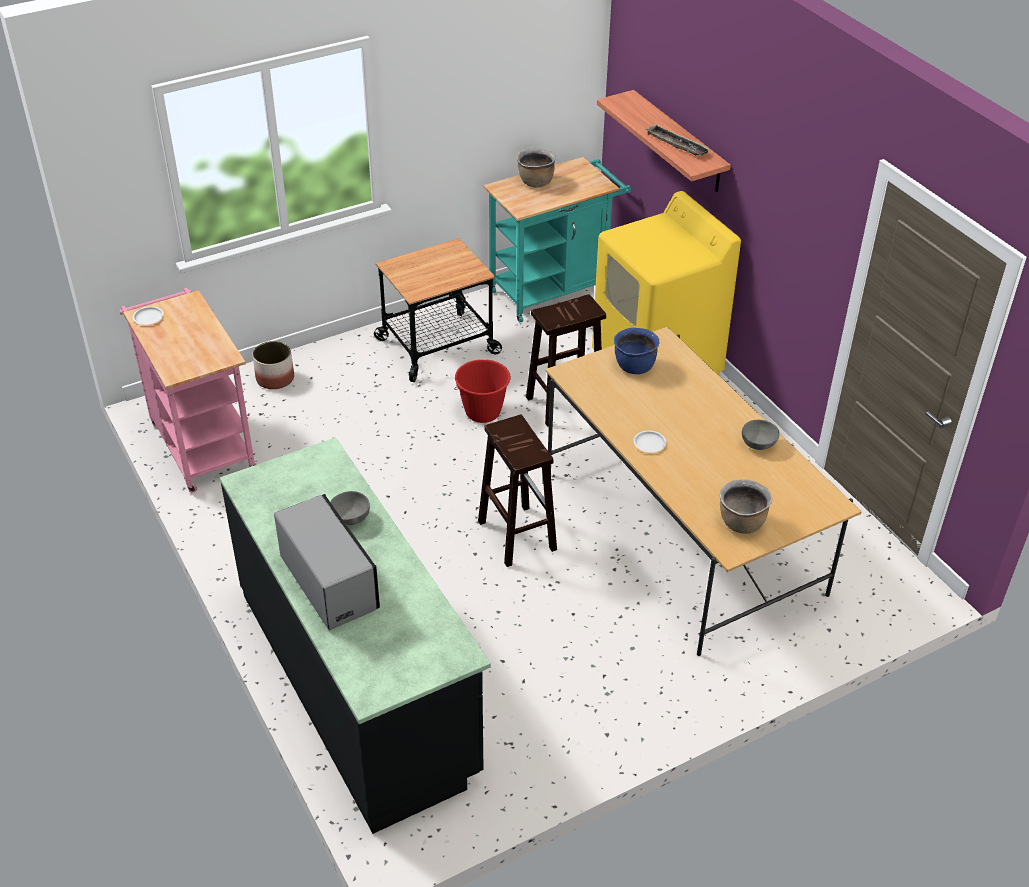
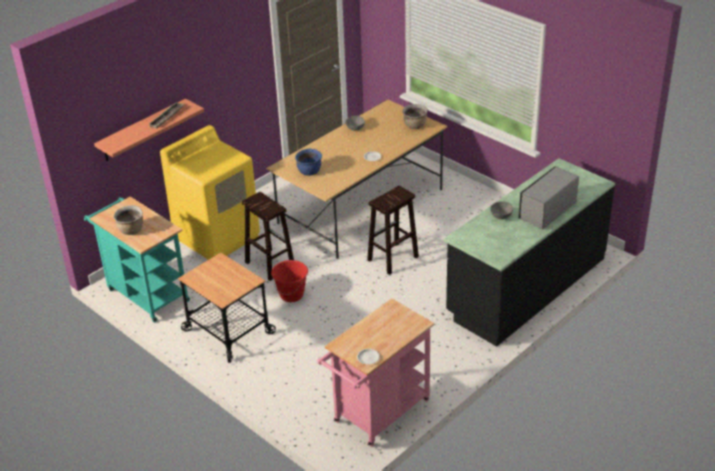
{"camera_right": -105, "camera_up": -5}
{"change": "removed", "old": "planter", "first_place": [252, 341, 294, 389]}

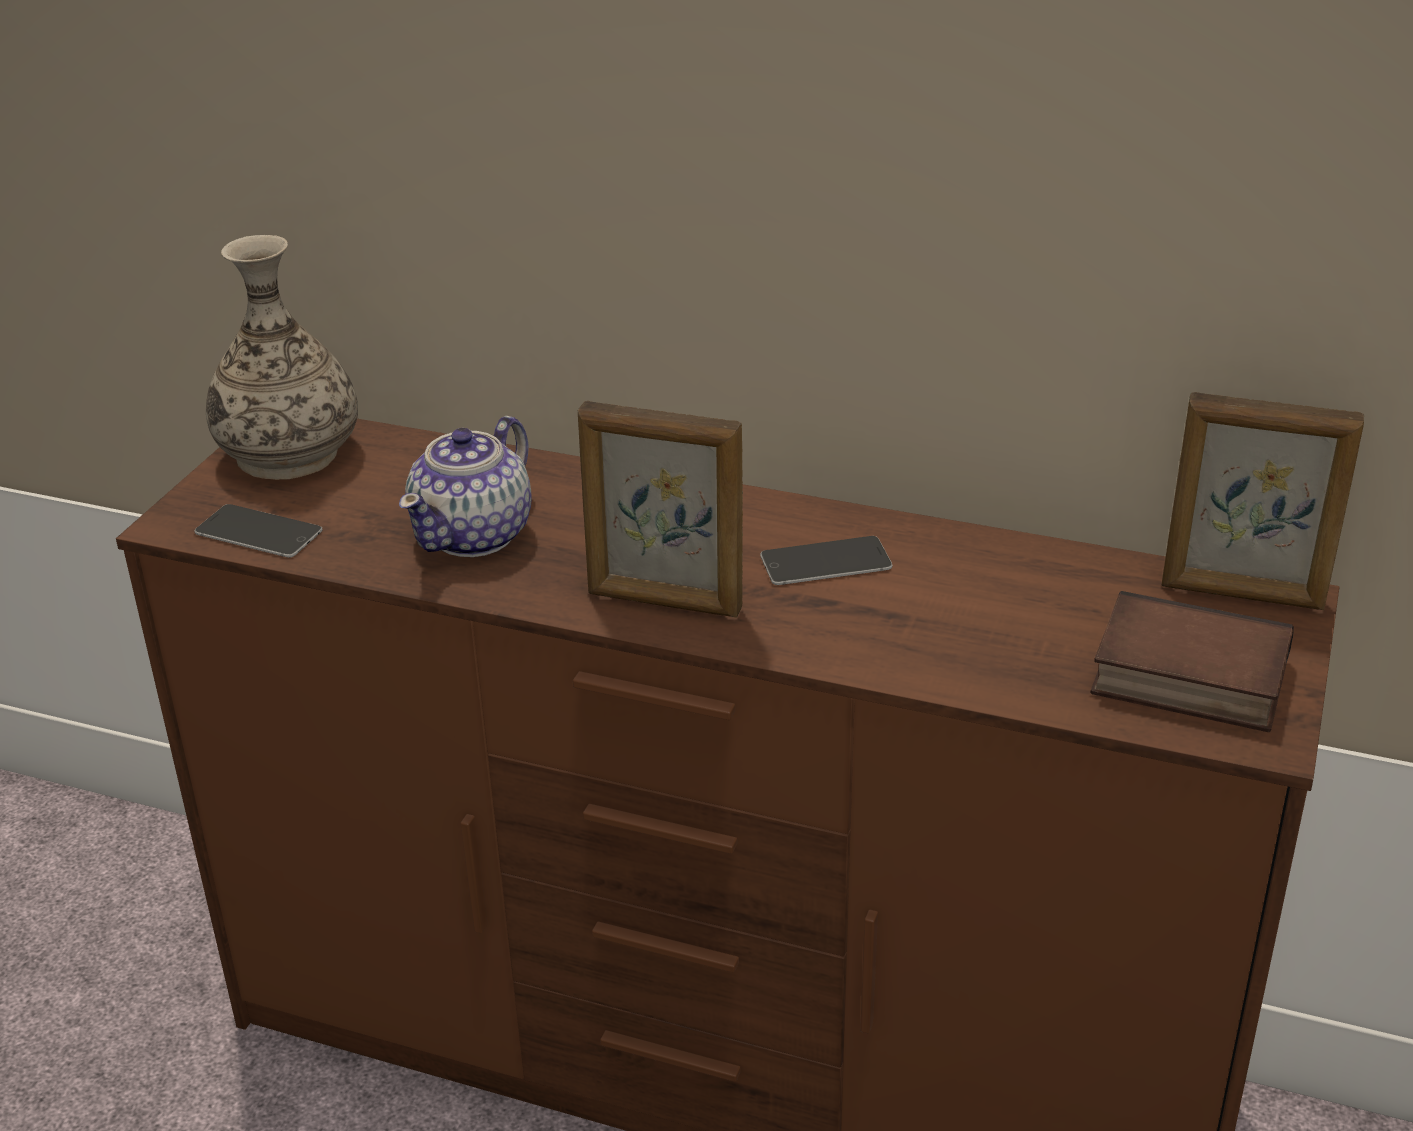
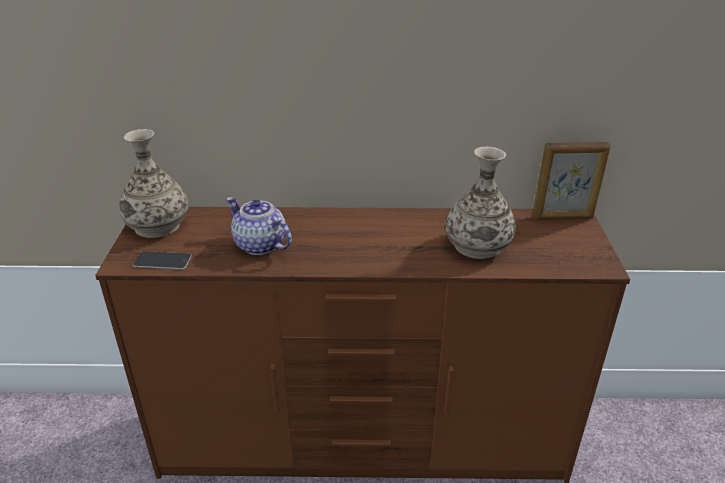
{"camera_right": -20, "camera_up": 0}
{"change": "removed", "old": "picture frame", "first_place": [578, 401, 743, 618]}
{"change": "turned", "old": "teapot", "first_place": [399, 415, 532, 557], "second_place": [226, 197, 292, 255], "degrees": 120}
{"change": "removed", "old": "phone", "first_place": [760, 536, 893, 585]}
{"change": "removed", "old": "book", "first_place": [1090, 591, 1294, 732]}
{"change": "added", "new": "vase", "second_place": [445, 147, 516, 259]}

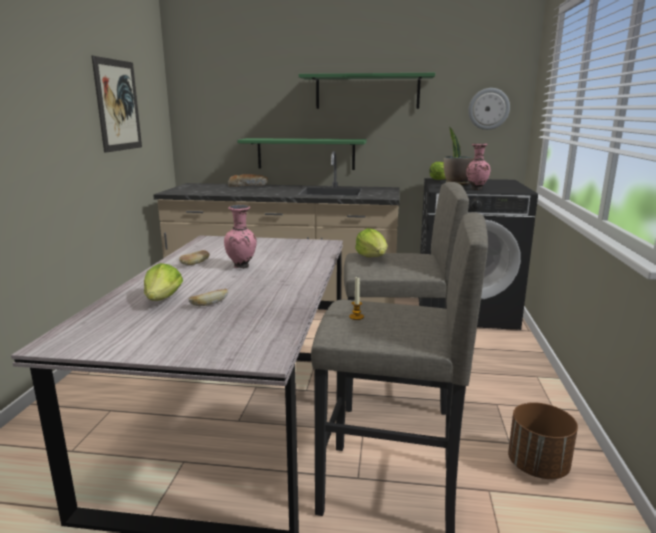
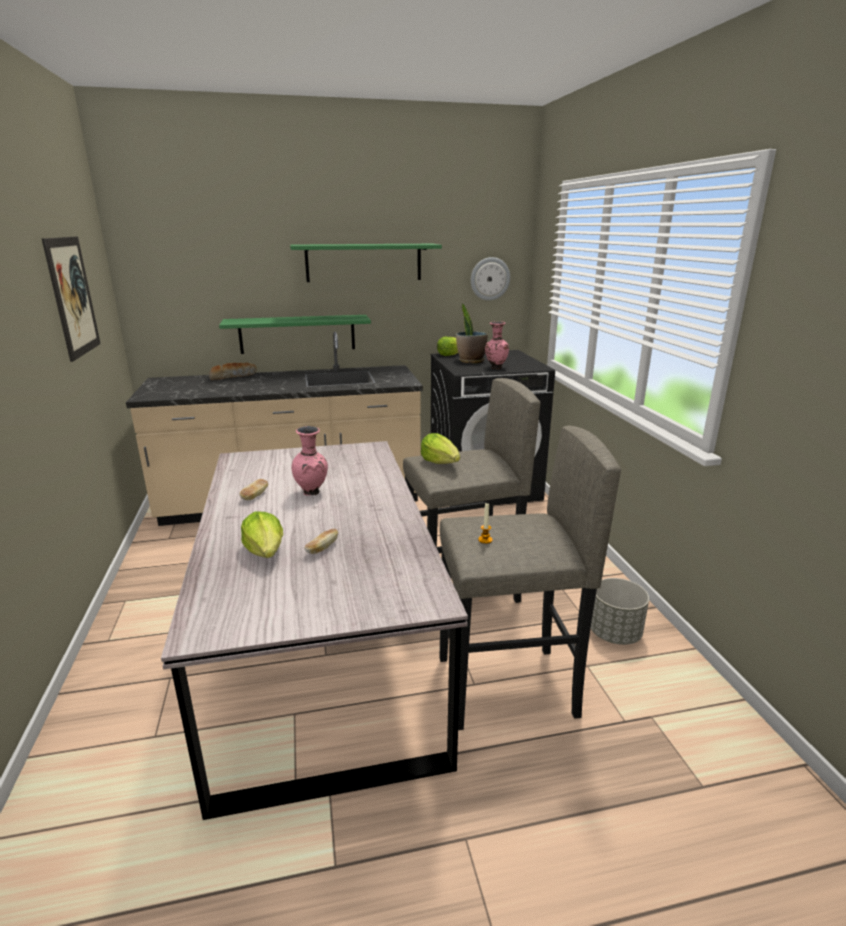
{"camera_right": -20, "camera_up": 5}
{"change": "recoloured", "old": "planter (brown)", "new": "planter (grey)", "first_place": [508, 402, 578, 479], "second_place": [591, 578, 649, 645]}

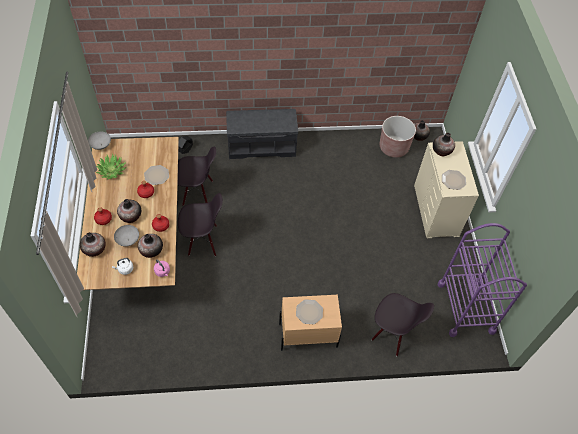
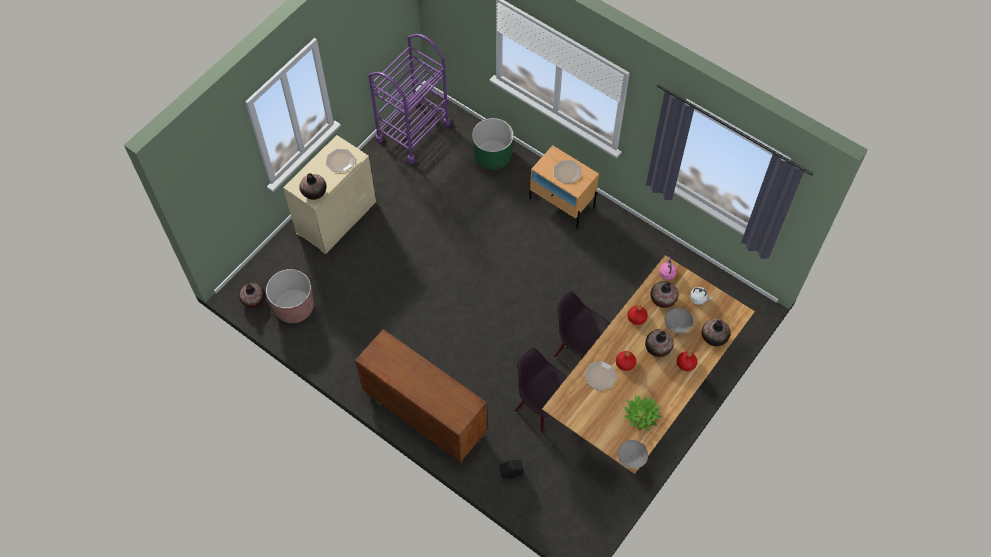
{"camera_right": -135, "camera_up": 5}
{"change": "replaced", "old": "bench (grey)", "new": "cabinet (brown)", "first_place": [226, 109, 298, 159], "second_place": [355, 329, 487, 464]}
{"change": "replaced", "old": "chair (black)", "new": "planter (green)", "first_place": [372, 293, 434, 356], "second_place": [472, 118, 514, 170]}

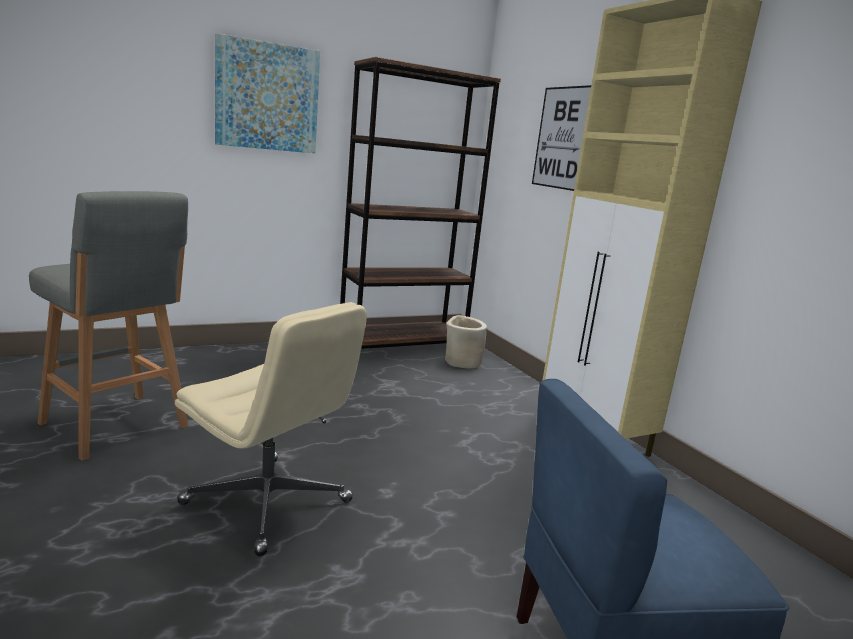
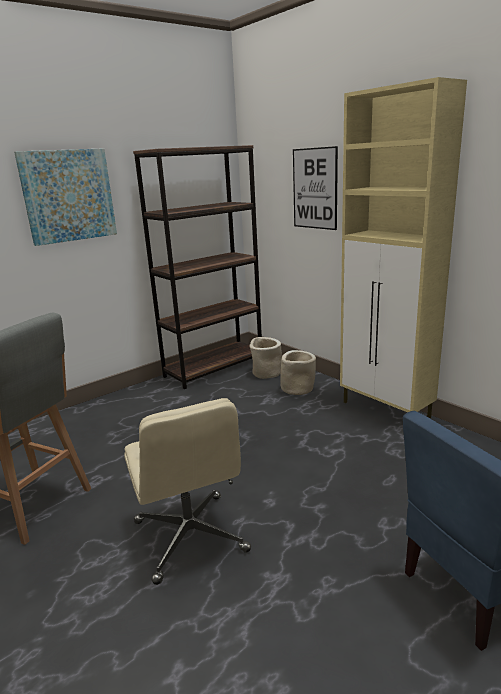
{"camera_right": -10, "camera_up": 5}
{"change": "turned", "old": "office chair (beige)", "first_place": [175, 302, 367, 556], "second_place": [124, 398, 251, 585], "degrees": 45}
{"change": "added", "new": "planter (beige)", "second_place": [280, 350, 316, 395]}

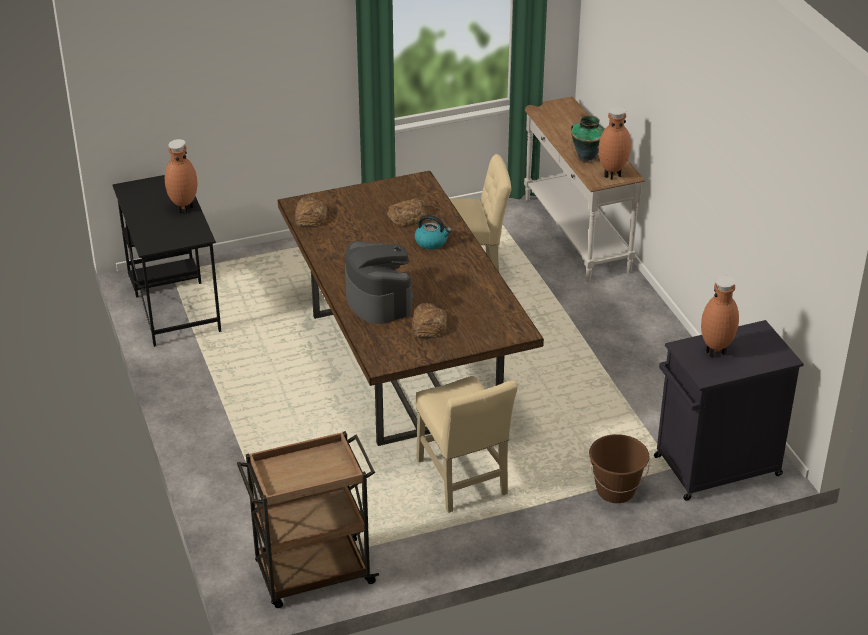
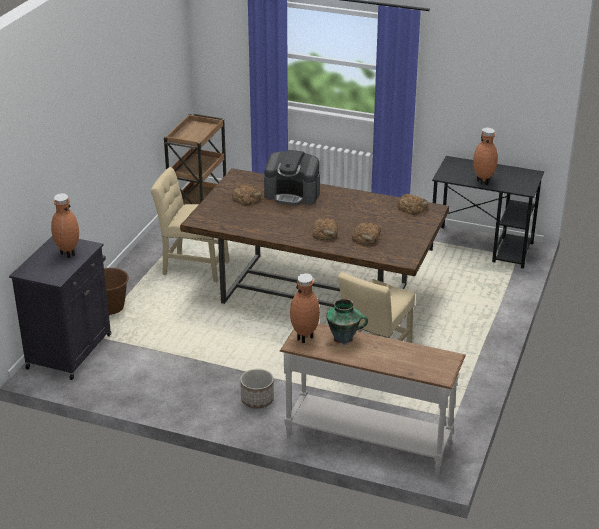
{"camera_right": 130, "camera_up": -5}
{"change": "replaced", "old": "kettle", "new": "bread", "first_place": [415, 215, 452, 249], "second_place": [313, 217, 338, 240]}
{"change": "added", "new": "planter", "second_place": [240, 369, 274, 408]}

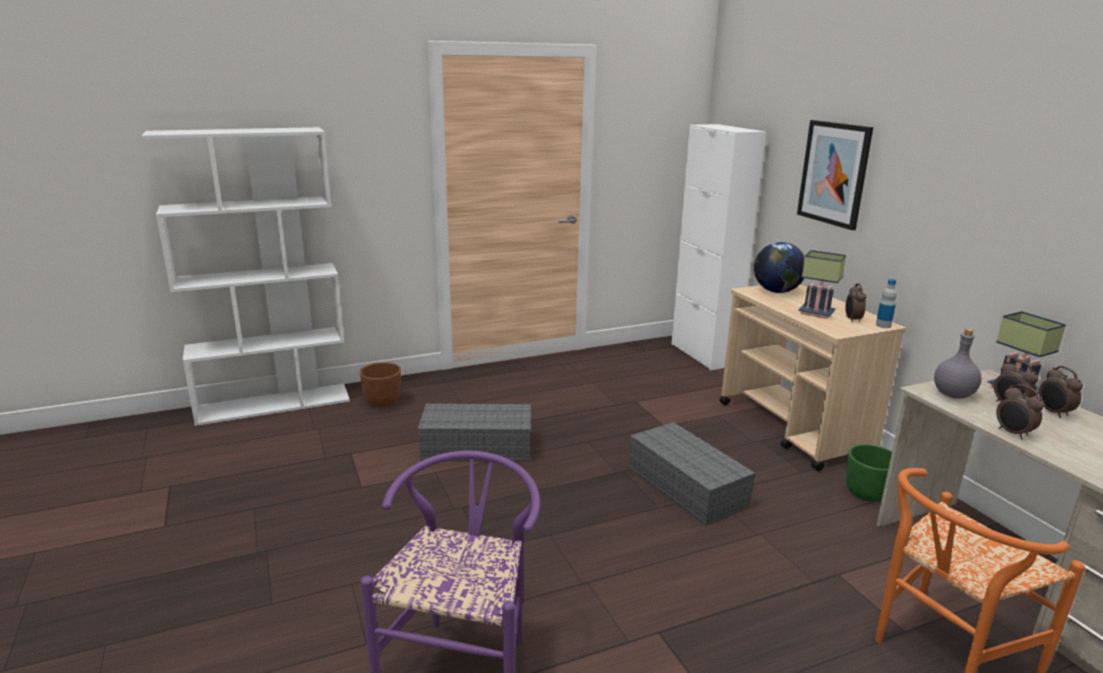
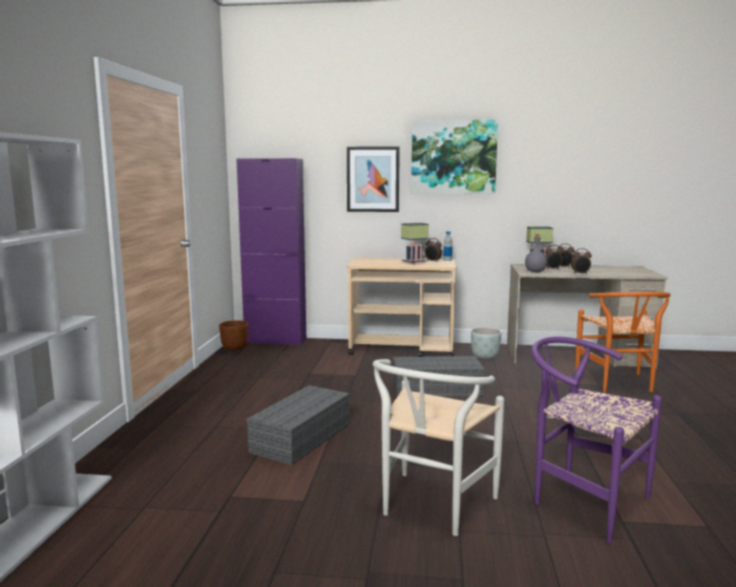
{"camera_right": -60, "camera_up": -10}
{"change": "recoloured", "old": "cabinet (white)", "new": "cabinet (purple)", "first_place": [671, 124, 766, 370], "second_place": [236, 158, 306, 346]}
{"change": "removed", "old": "globe", "first_place": [754, 242, 805, 293]}
{"change": "moved", "old": "planter (brown)", "first_place": [360, 362, 401, 407], "second_place": [219, 320, 248, 350]}
{"change": "recoloured", "old": "planter (green)", "new": "planter (grey)", "first_place": [846, 444, 892, 502], "second_place": [471, 327, 502, 359]}
{"change": "added", "new": "picture", "second_place": [411, 119, 498, 194]}
{"change": "added", "new": "chair (white)", "second_place": [373, 359, 505, 536]}

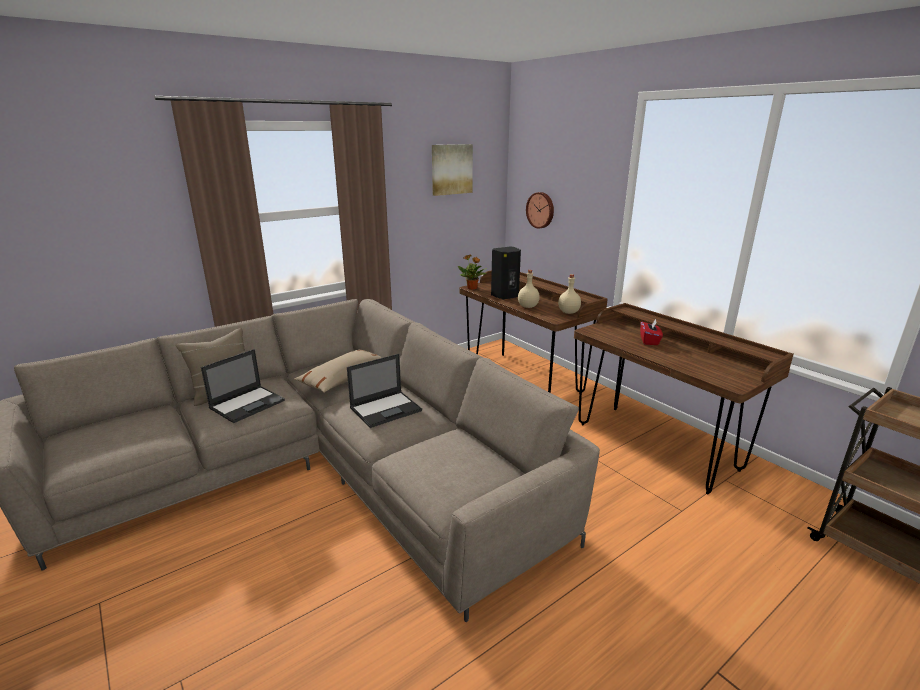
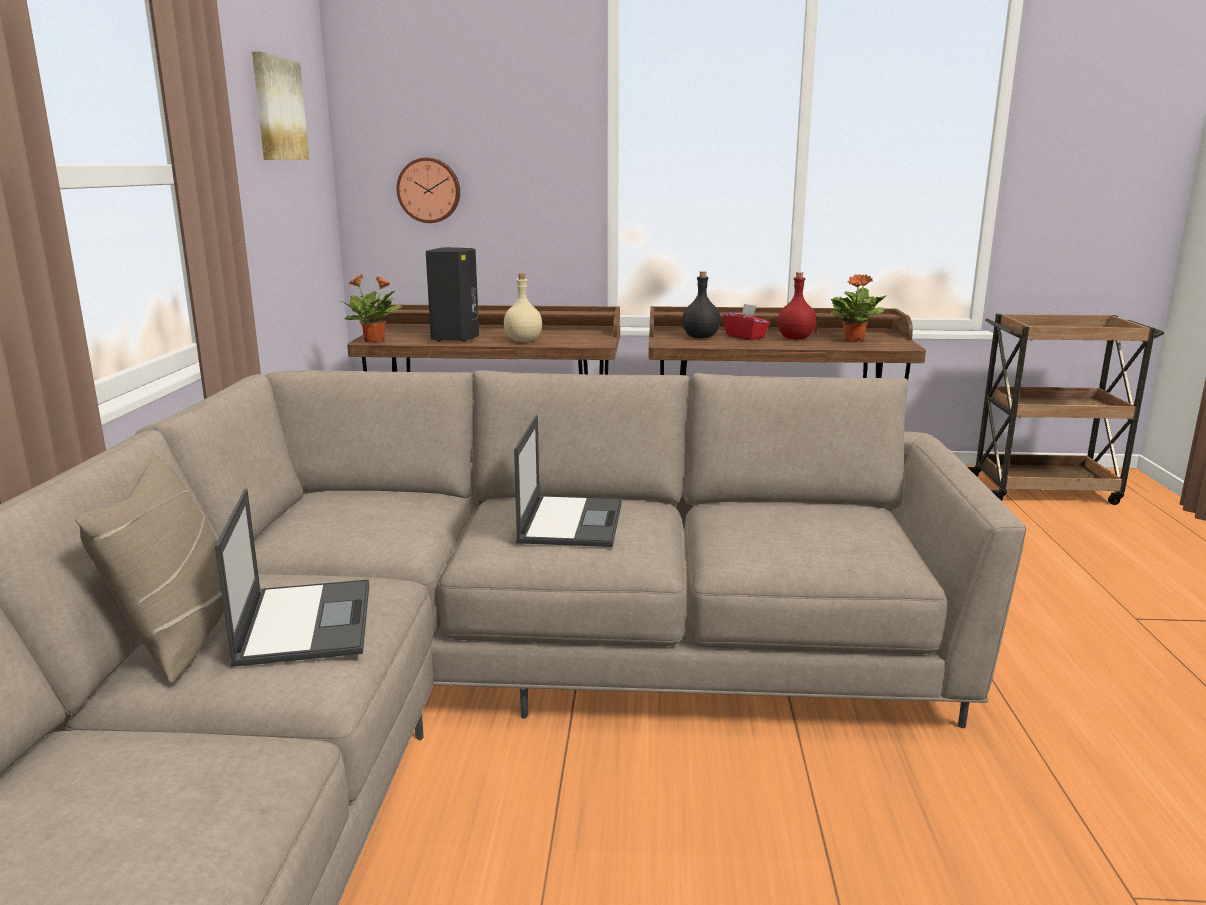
{"camera_right": -50, "camera_up": -5}
{"change": "removed", "old": "bottle (beige)", "first_place": [558, 274, 581, 314]}
{"change": "removed", "old": "pillow (beige)", "first_place": [294, 349, 381, 393]}
{"change": "added", "new": "bottle (black)", "second_place": [682, 271, 721, 338]}
{"change": "added", "new": "bottle (red)", "second_place": [778, 272, 816, 340]}
{"change": "added", "new": "potted plant", "second_place": [831, 274, 886, 342]}

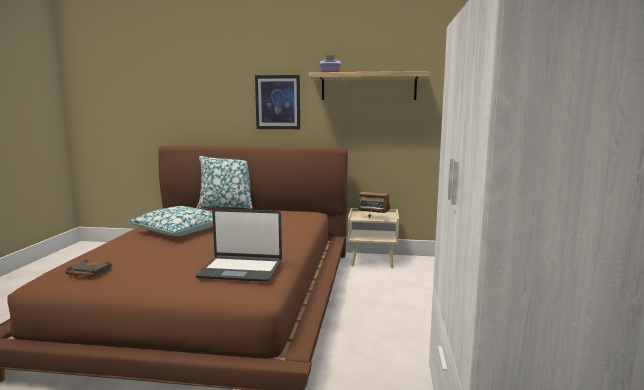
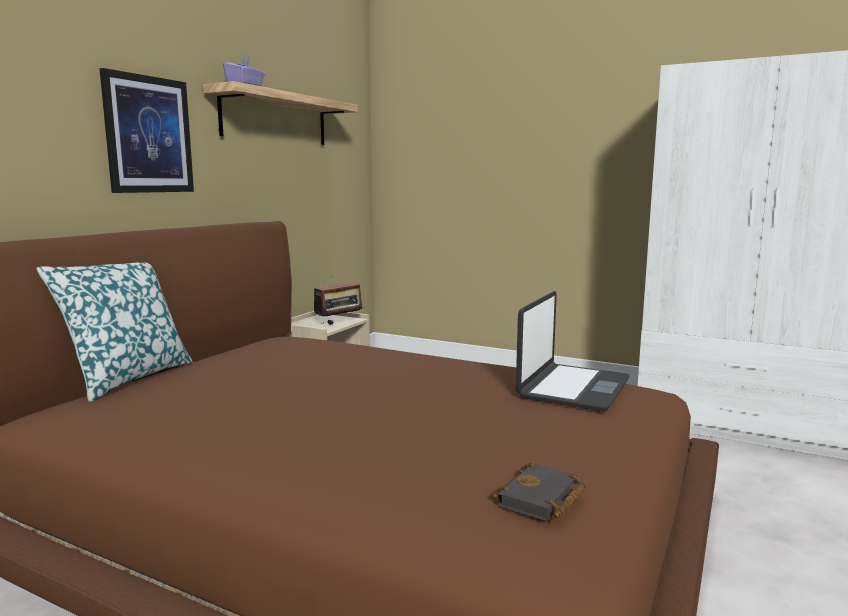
{"camera_right": -70, "camera_up": 0}
{"change": "removed", "old": "pillow", "first_place": [128, 206, 213, 236]}

